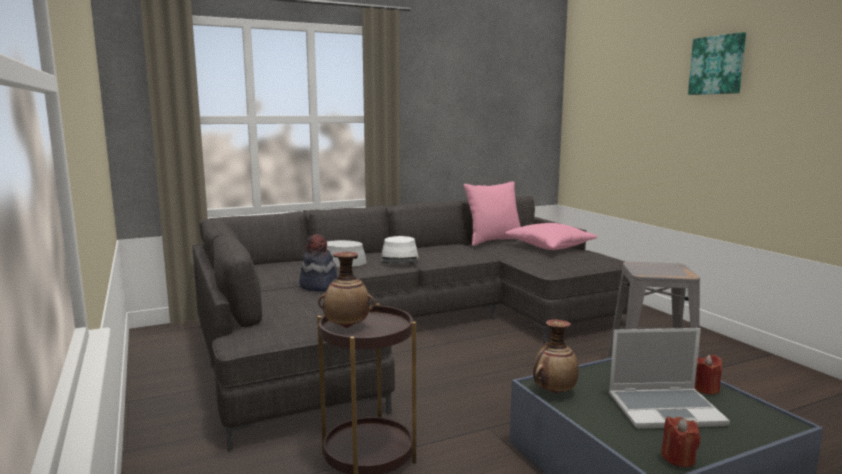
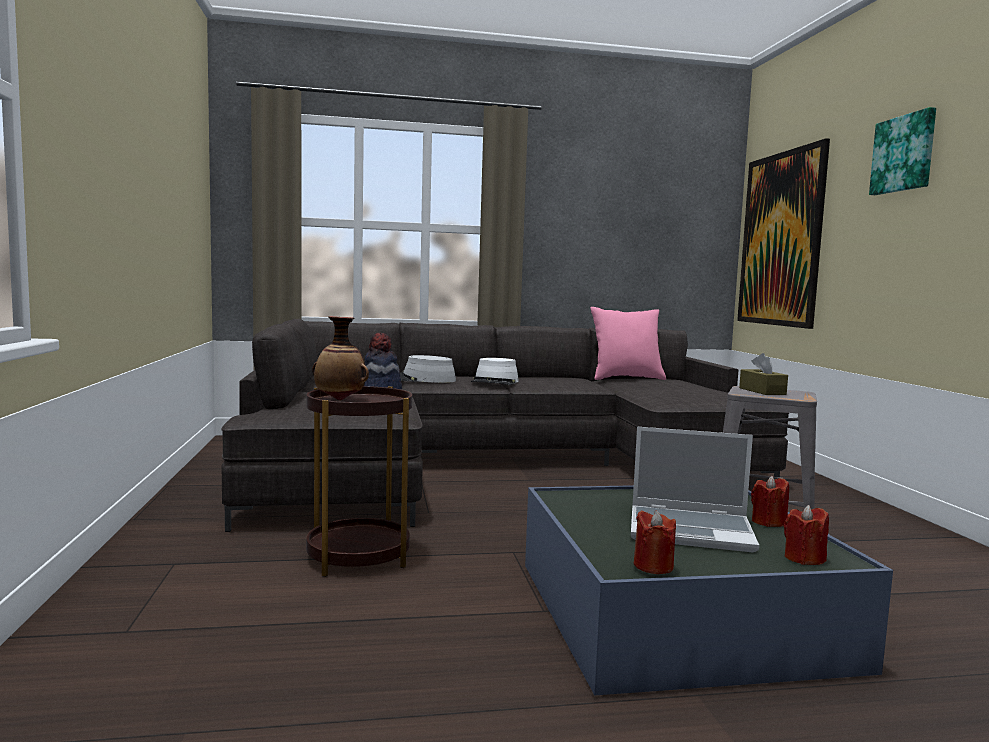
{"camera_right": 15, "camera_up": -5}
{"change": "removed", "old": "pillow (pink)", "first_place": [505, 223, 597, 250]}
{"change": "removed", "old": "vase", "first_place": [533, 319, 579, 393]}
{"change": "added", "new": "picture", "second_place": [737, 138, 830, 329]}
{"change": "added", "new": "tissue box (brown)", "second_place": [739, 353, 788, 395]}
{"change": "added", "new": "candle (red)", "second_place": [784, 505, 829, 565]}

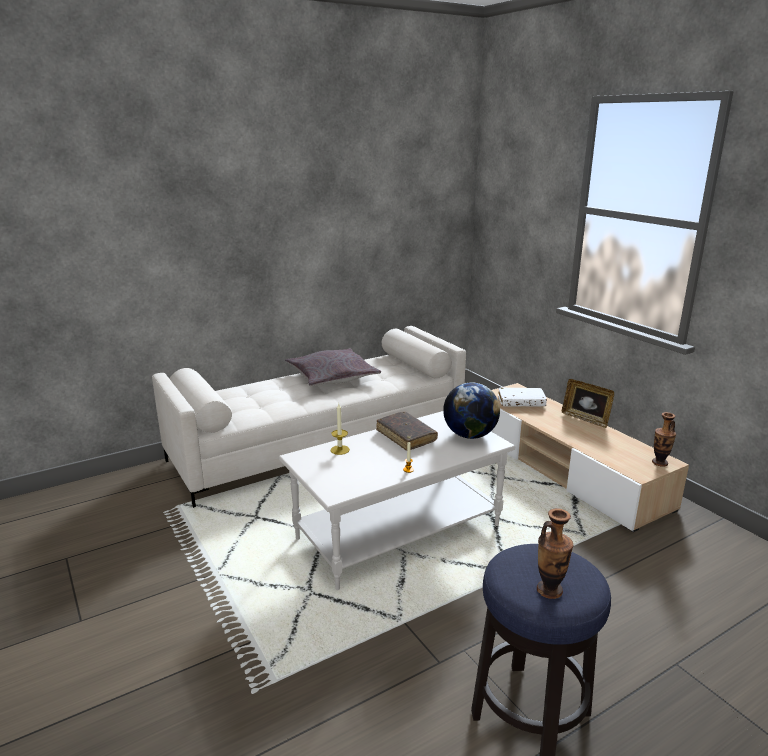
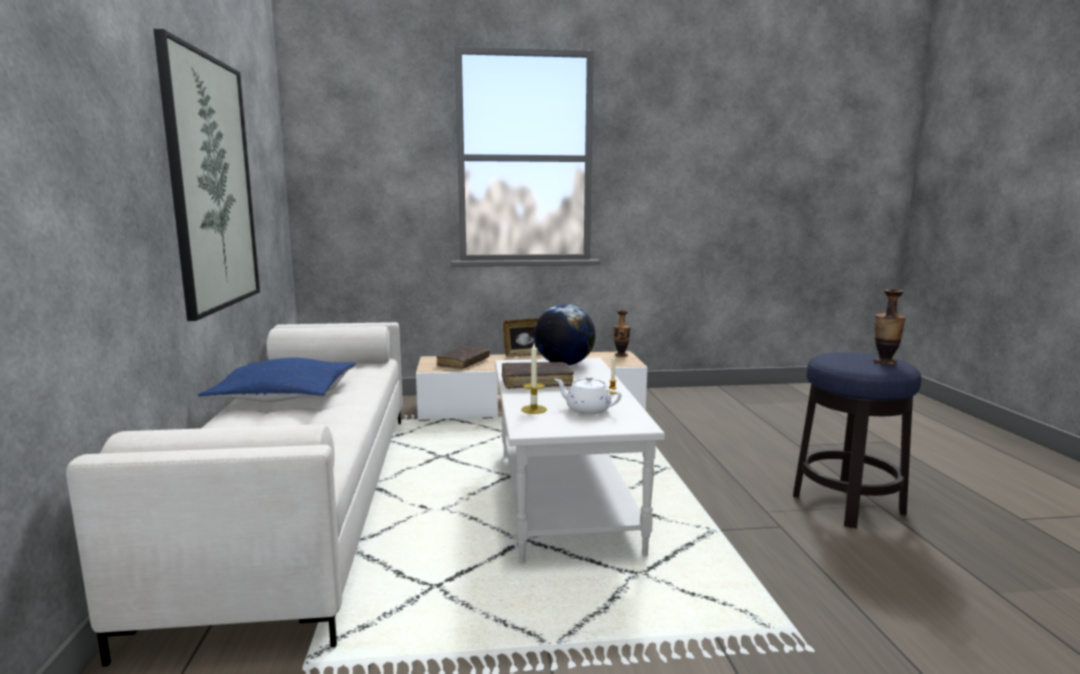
{"camera_right": -65, "camera_up": -10}
{"change": "recoloured", "old": "pillow (grey)", "new": "pillow (blue)", "first_place": [285, 349, 381, 386], "second_place": [198, 358, 356, 402]}
{"change": "recoloured", "old": "book (white)", "new": "book (brown)", "first_place": [498, 388, 547, 406], "second_place": [436, 346, 490, 369]}
{"change": "added", "new": "picture", "second_place": [154, 29, 260, 321]}
{"change": "added", "new": "teapot (white)", "second_place": [554, 376, 621, 415]}

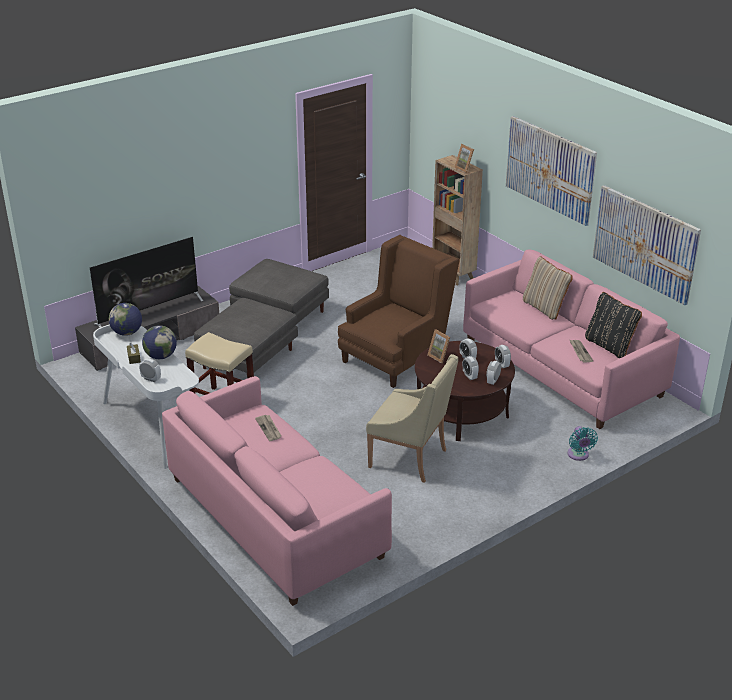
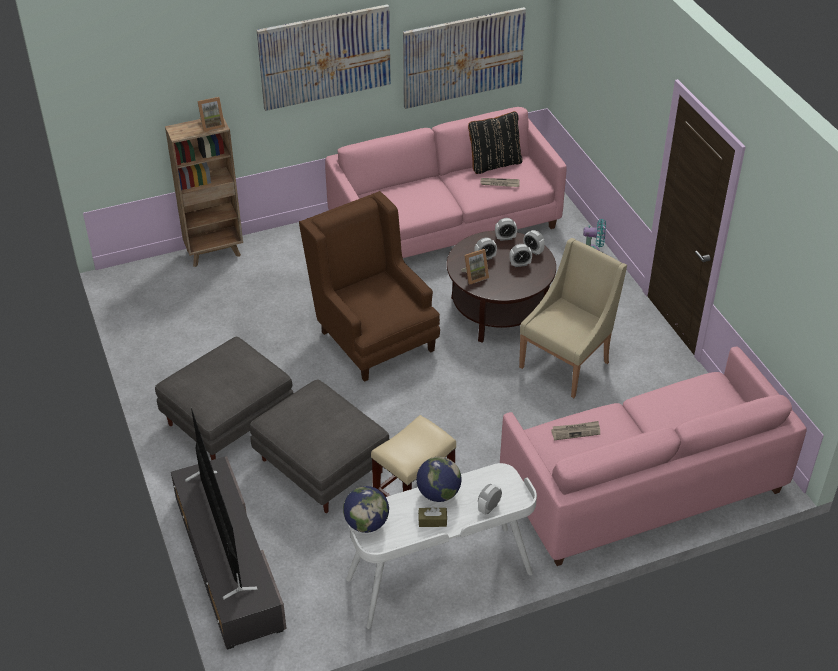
{"camera_right": -75, "camera_up": 10}
{"change": "removed", "old": "pillow (beige)", "first_place": [523, 256, 573, 320]}

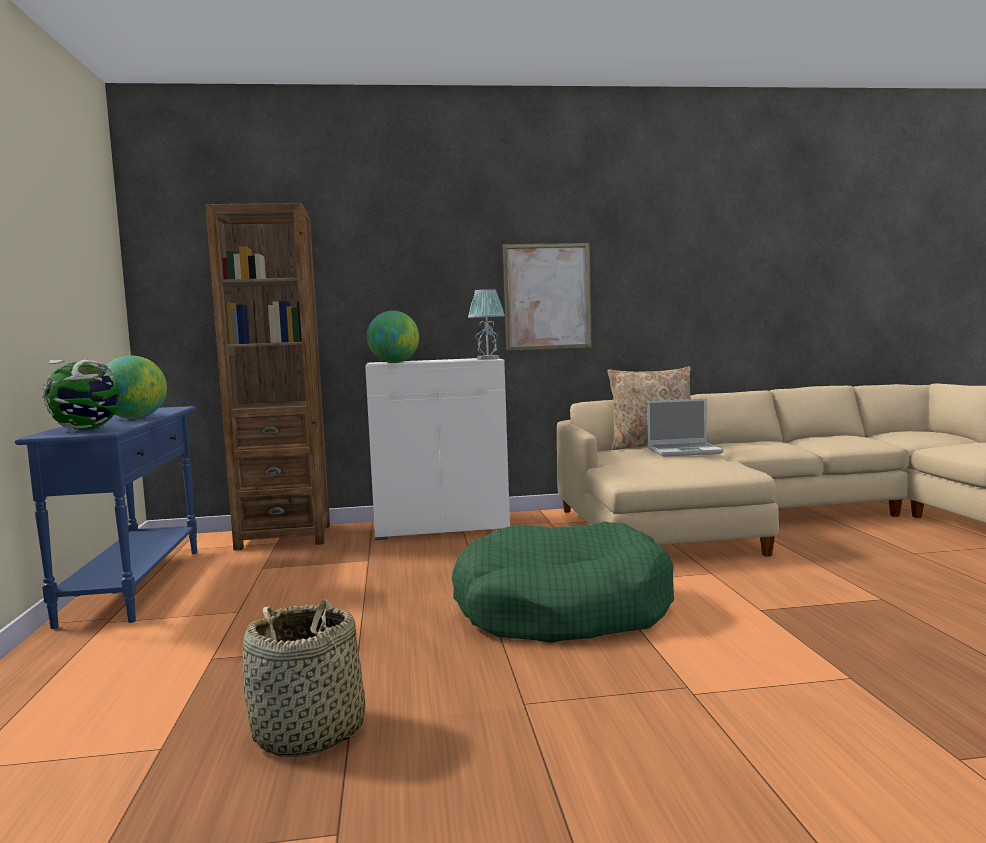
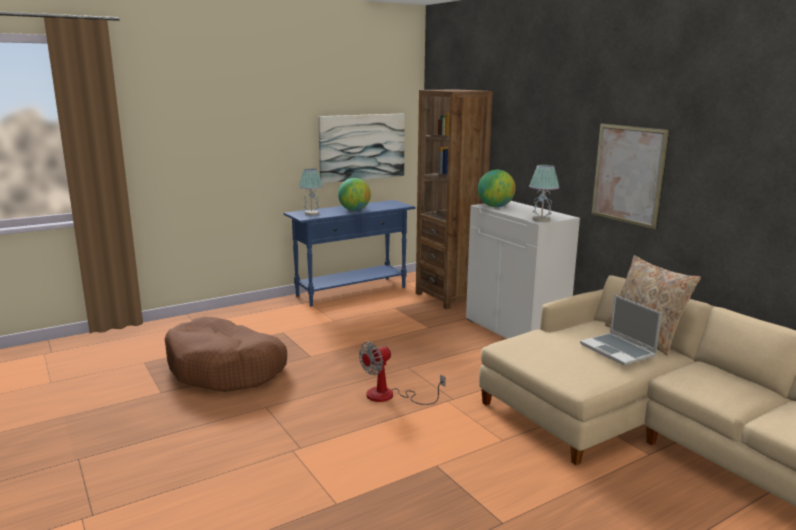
{"camera_right": 65, "camera_up": 10}
{"change": "replaced", "old": "globe", "new": "table lamp", "first_place": [42, 359, 120, 431], "second_place": [299, 168, 323, 215]}
{"change": "replaced", "old": "dog bed (green)", "new": "fan", "first_place": [452, 521, 674, 643], "second_place": [359, 342, 445, 405]}
{"change": "replaced", "old": "basket", "new": "dog bed (brown)", "first_place": [242, 599, 365, 757], "second_place": [165, 317, 287, 392]}
{"change": "added", "new": "picture", "second_place": [318, 113, 405, 183]}

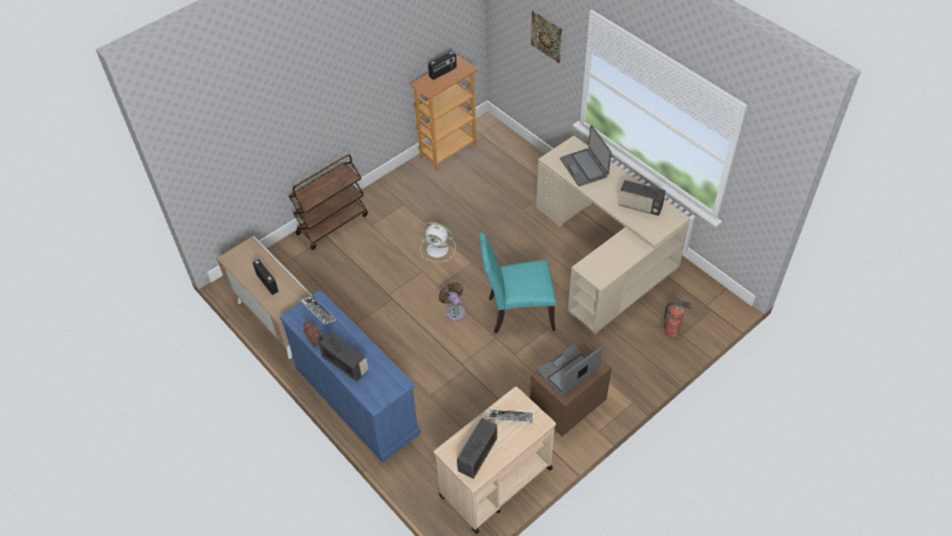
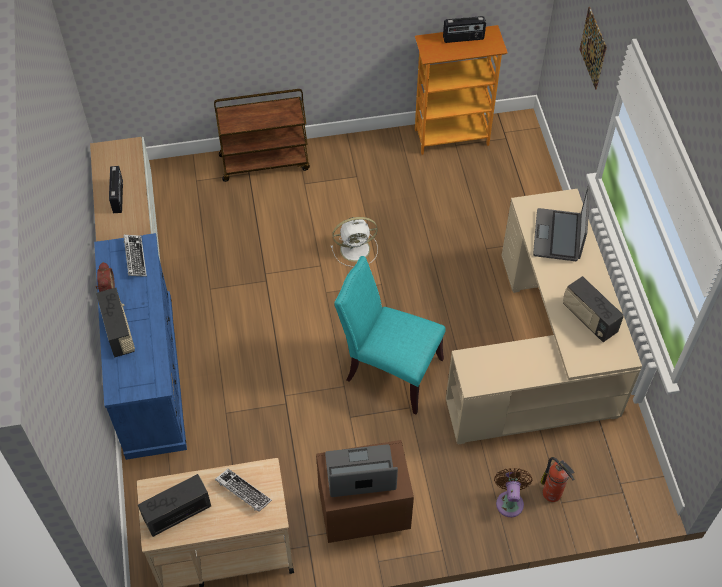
{"camera_right": 30, "camera_up": 5}
{"change": "turned", "old": "fan (white)", "first_place": [420, 222, 455, 262], "second_place": [331, 217, 378, 267], "degrees": -60}
{"change": "moved", "old": "fan (brown)", "first_place": [439, 283, 466, 321], "second_place": [494, 468, 533, 517]}

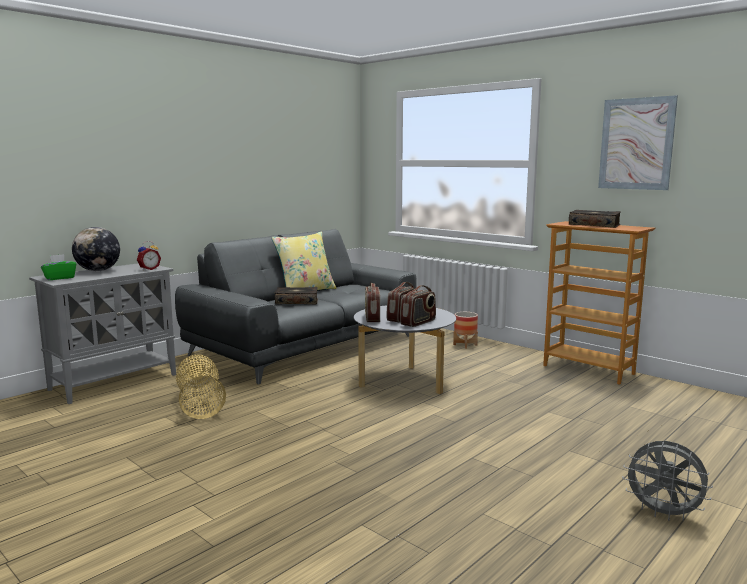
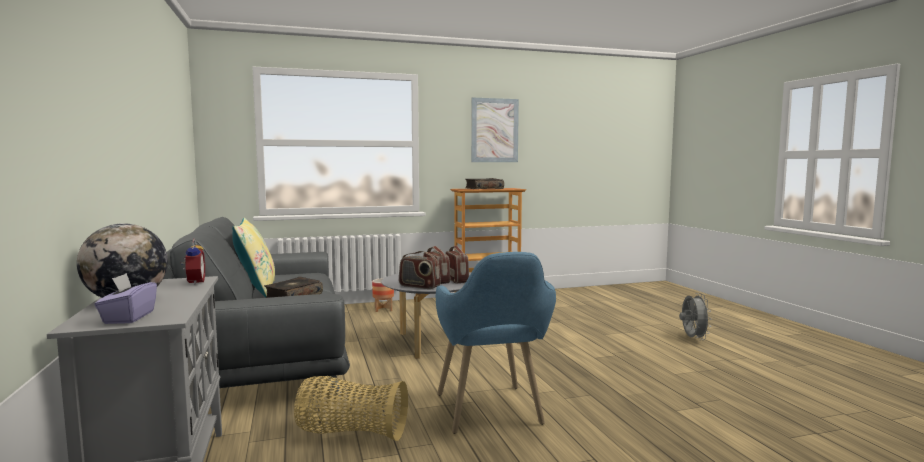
{"camera_right": -60, "camera_up": -5}
{"change": "recoloured", "old": "tissue box (green)", "new": "tissue box (purple)", "first_place": [41, 254, 76, 280], "second_place": [94, 273, 157, 324]}
{"change": "turned", "old": "fan (grey)", "first_place": [622, 441, 713, 521], "second_place": [679, 293, 712, 340], "degrees": -60}
{"change": "added", "new": "armchair (blue)", "second_place": [436, 252, 556, 434]}

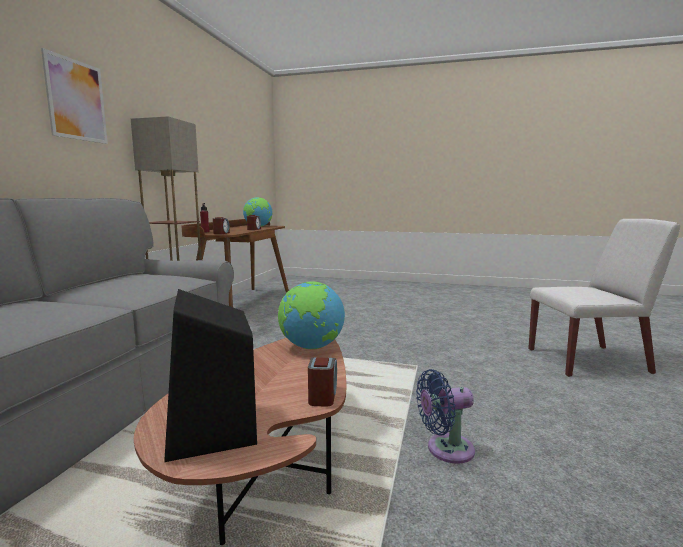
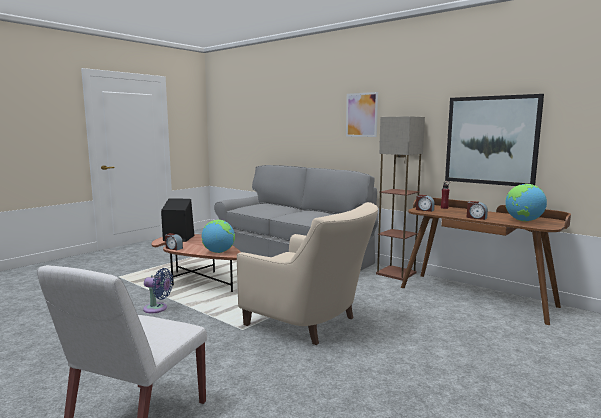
{"camera_right": 115, "camera_up": 0}
{"change": "turned", "old": "fan (blue)", "first_place": [416, 369, 475, 464], "second_place": [143, 268, 173, 313], "degrees": 90}
{"change": "added", "new": "picture", "second_place": [445, 94, 544, 186]}
{"change": "added", "new": "armchair (beige)", "second_place": [237, 202, 378, 345]}

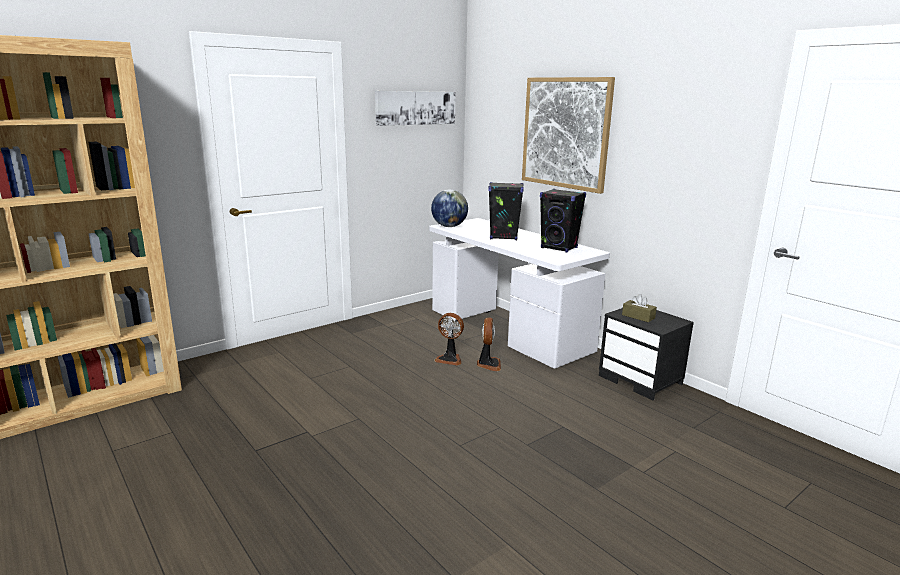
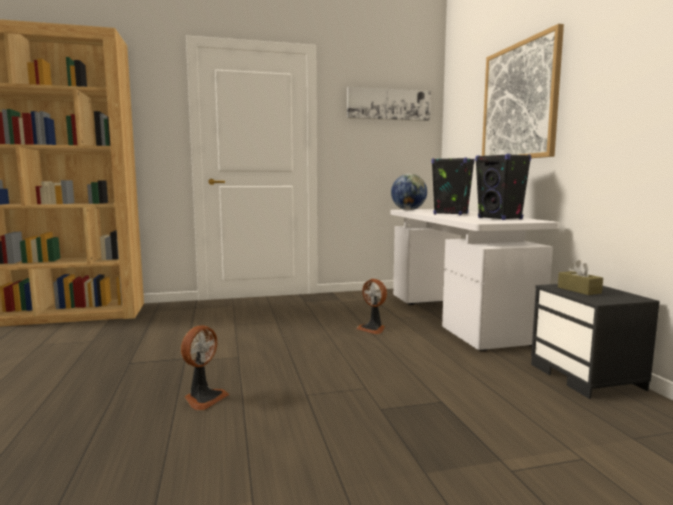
{"camera_right": 25, "camera_up": -10}
{"change": "moved", "old": "fan", "first_place": [477, 317, 501, 371], "second_place": [181, 325, 229, 410]}

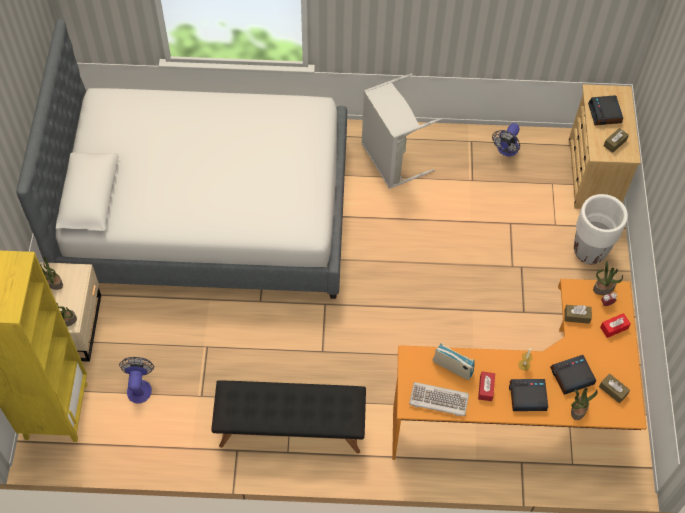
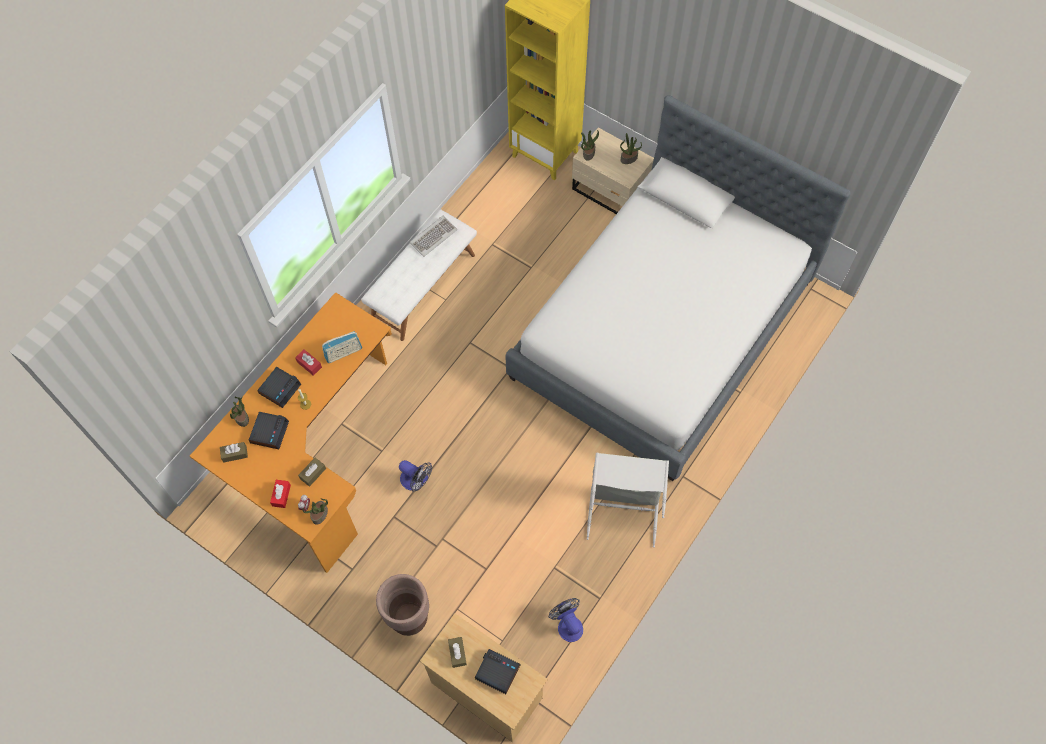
{"camera_right": 125, "camera_up": 5}
{"change": "recoloured", "old": "planter (white)", "new": "planter (brown)", "first_place": [574, 194, 628, 264], "second_place": [376, 574, 429, 636]}
{"change": "moved", "old": "fan", "first_place": [119, 357, 154, 404], "second_place": [399, 460, 432, 491]}
{"change": "recoloured", "old": "bench (black)", "new": "bench (white)", "first_place": [211, 380, 366, 454], "second_place": [361, 209, 477, 341]}
{"change": "moved", "old": "keyboard", "first_place": [409, 382, 469, 416], "second_place": [409, 216, 457, 257]}

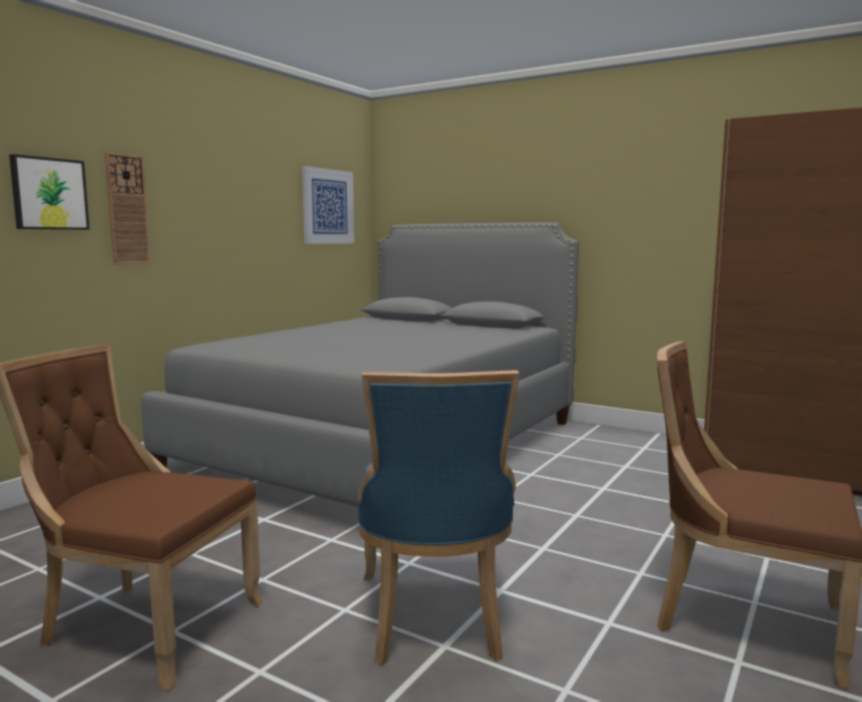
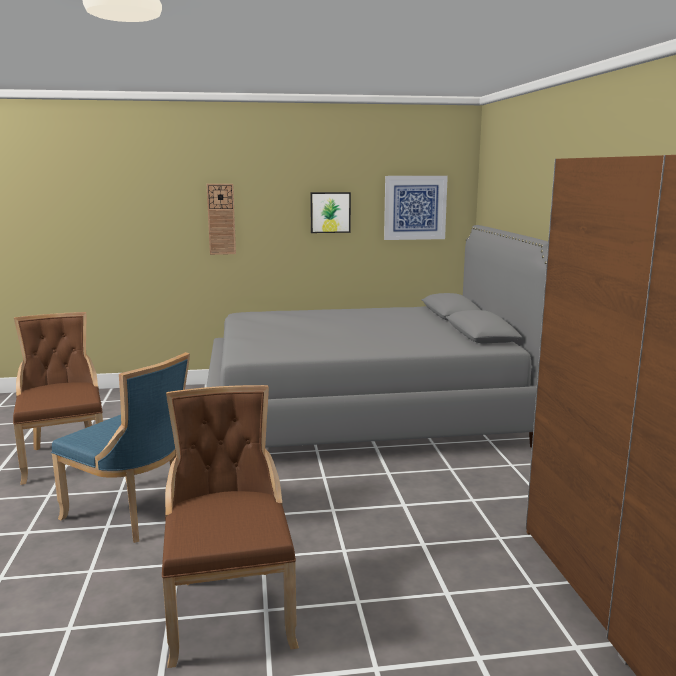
{"camera_right": 50, "camera_up": 5}
{"change": "moved", "old": "picture", "first_place": [9, 154, 90, 230], "second_place": [310, 192, 351, 233]}
{"change": "turned", "old": "chair (blue)", "first_place": [358, 370, 519, 665], "second_place": [51, 352, 190, 543], "degrees": -105}

